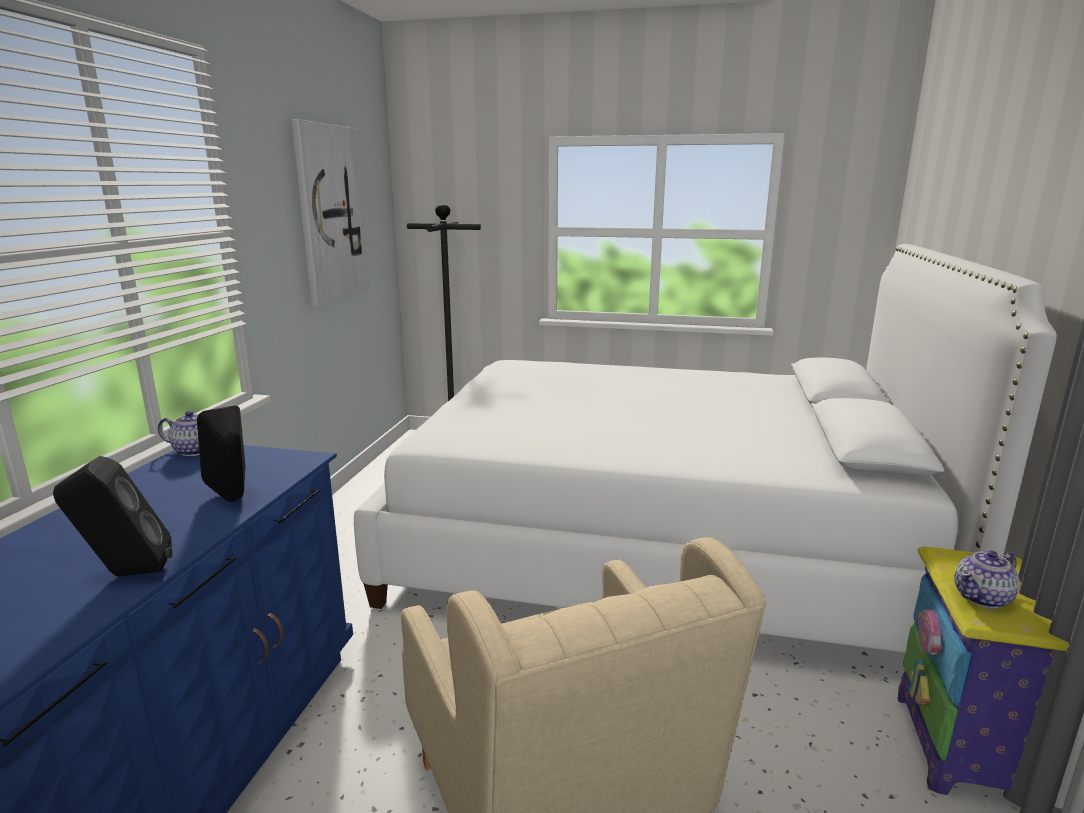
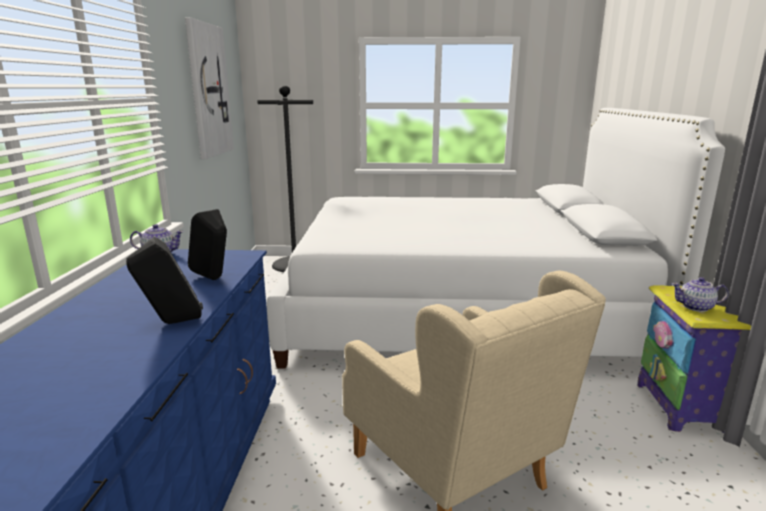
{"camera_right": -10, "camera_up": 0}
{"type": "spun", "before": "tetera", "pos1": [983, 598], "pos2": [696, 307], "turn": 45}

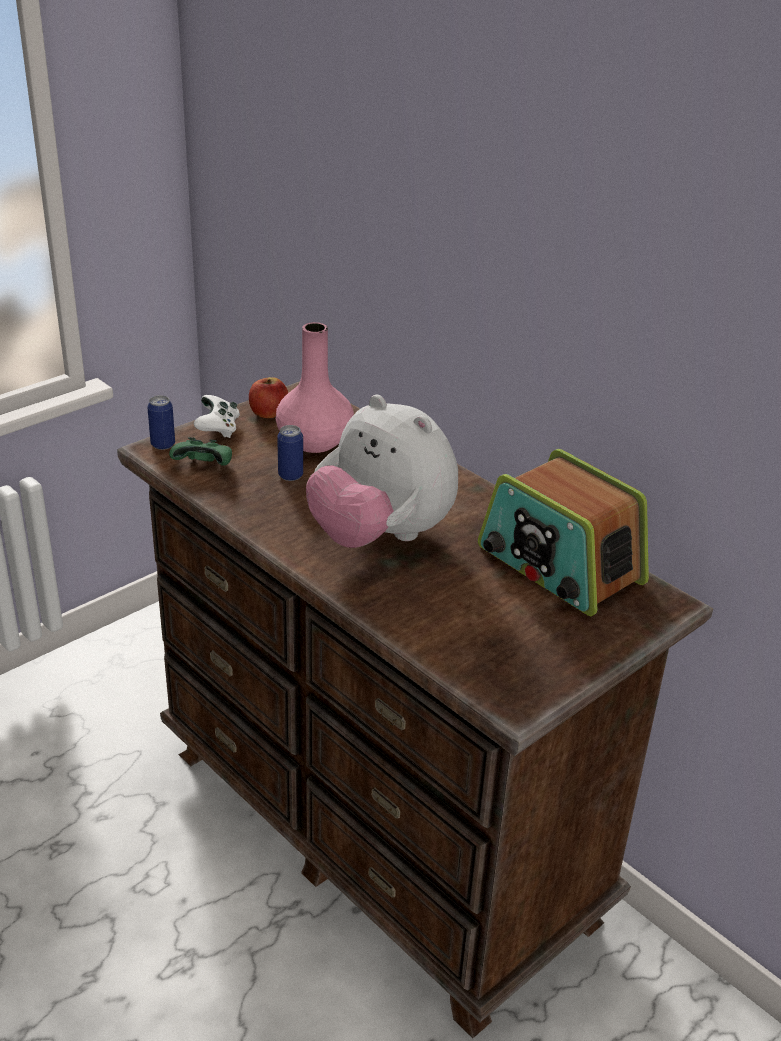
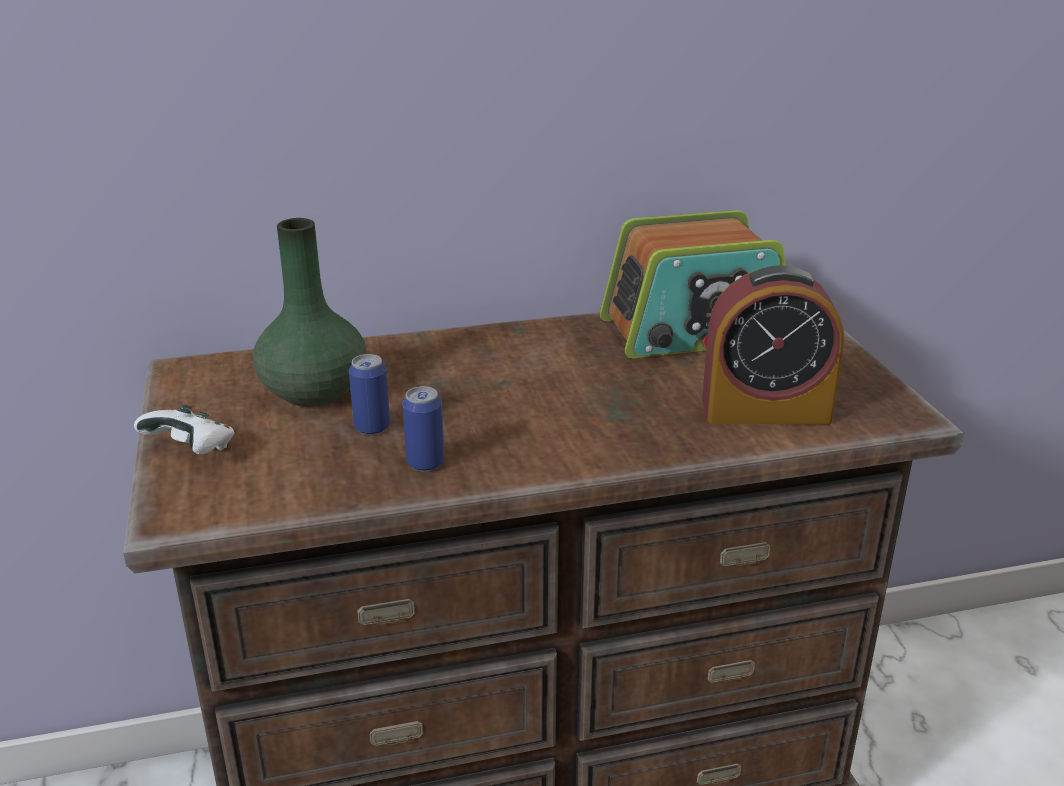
{"camera_right": -60, "camera_up": -5}
{"type": "colour", "before": "florero/rosa", "after": "florero/verde", "pos1": [313, 442], "pos2": [313, 393]}
{"type": "missing", "before": "manzana", "pos1": [268, 413]}
{"type": "relocated", "before": "lata", "pos1": [163, 444], "pos2": [425, 463]}
{"type": "missing", "before": "peluche", "pos1": [380, 537]}
{"type": "missing", "before": "mando de consola/verde", "pos1": [205, 466]}
{"type": "appeared", "after": "despertador", "pos2": [765, 410]}

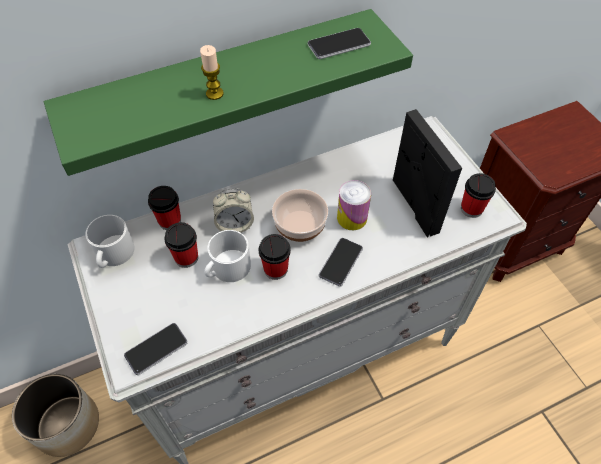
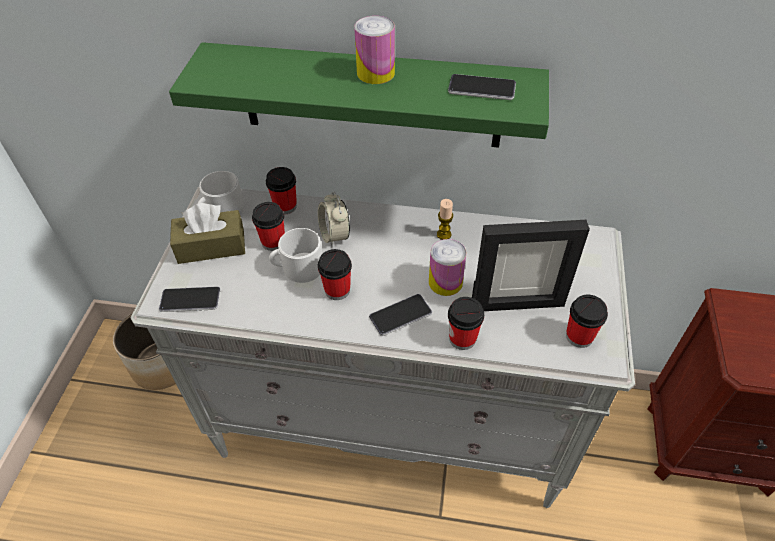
{"camera_right": 35, "camera_up": -5}
{"type": "relocated", "before": "vela", "pos1": [214, 93], "pos2": [444, 234]}
{"type": "spun", "before": "portarretratos", "pos1": [413, 206], "pos2": [517, 302], "turn": 75}
{"type": "spun", "before": "despertador", "pos1": [235, 225], "pos2": [335, 236], "turn": 45}
{"type": "missing", "before": "cuenco", "pos1": [299, 226]}
{"type": "appeared", "after": "lata", "pos2": [375, 73]}
{"type": "appeared", "after": "caja de pañuelos/marrón", "pos2": [211, 246]}
{"type": "appeared", "after": "taza", "pos2": [462, 338]}

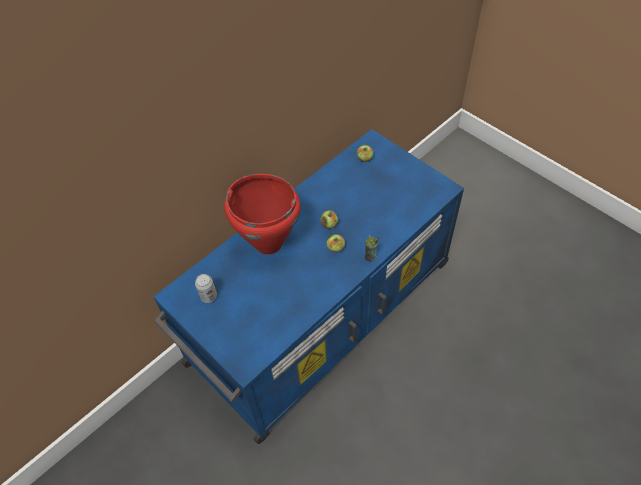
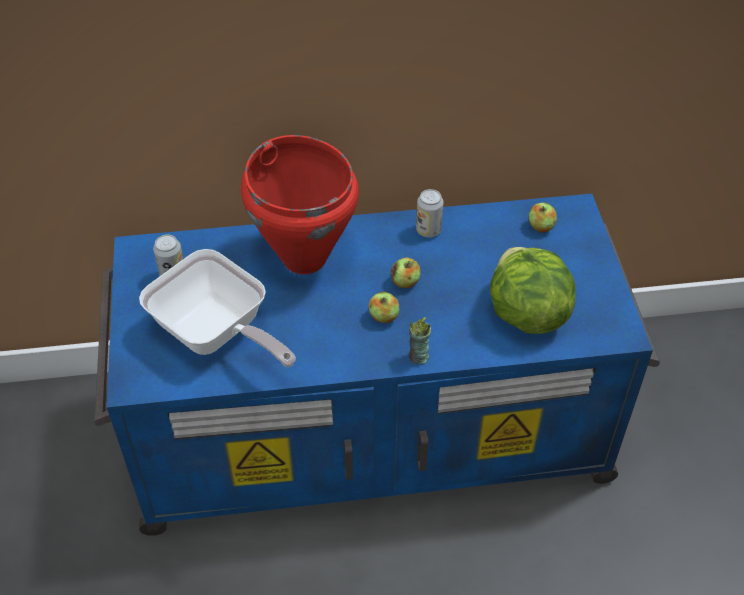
{"camera_right": 35, "camera_up": -5}
{"type": "appeared", "after": "lata", "pos2": [428, 230]}
{"type": "appeared", "after": "lechuga", "pos2": [525, 314]}
{"type": "appeared", "after": "sartén", "pos2": [217, 335]}

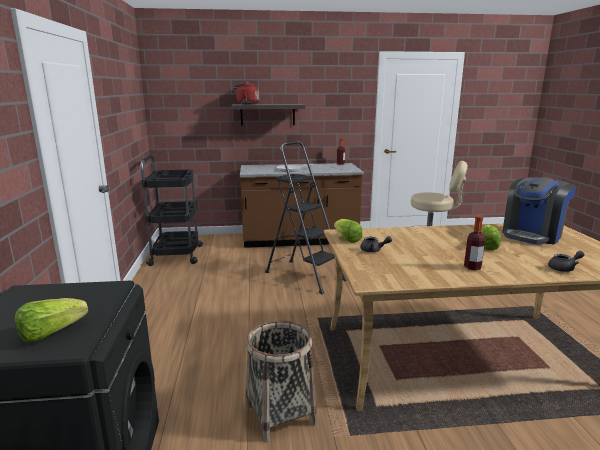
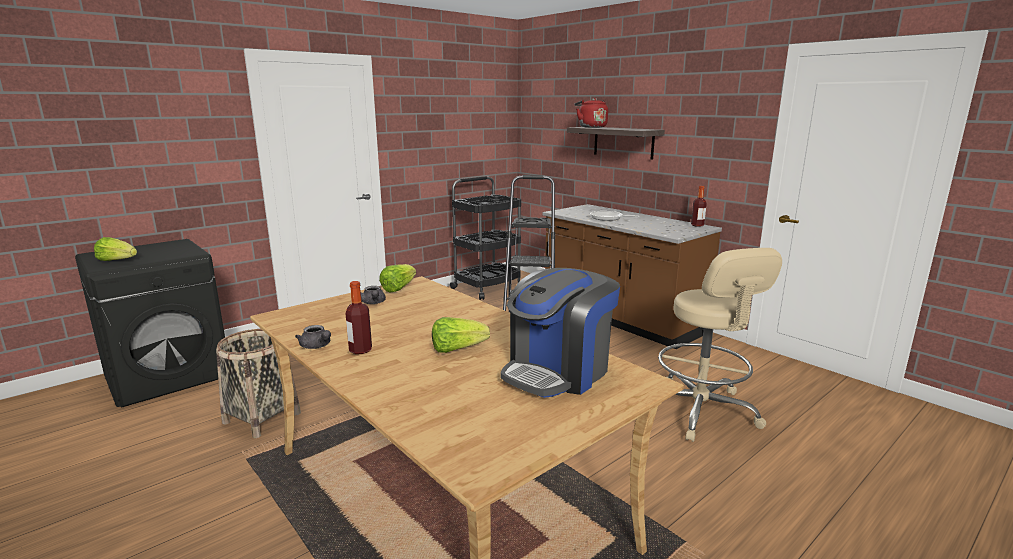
{"camera_right": 55, "camera_up": 0}
{"type": "spun", "before": "cafetera", "pos1": [532, 235], "pos2": [558, 371], "turn": -60}
{"type": "relocated", "before": "tetera/gris", "pos1": [564, 269], "pos2": [317, 346]}

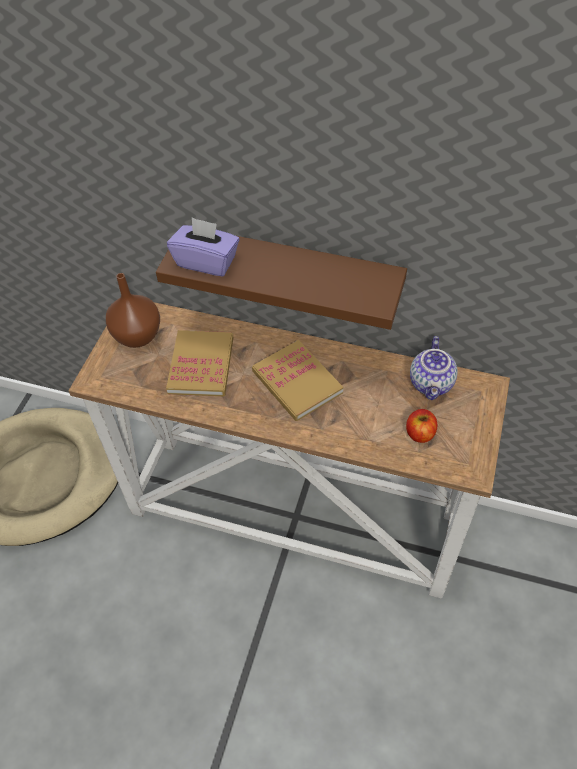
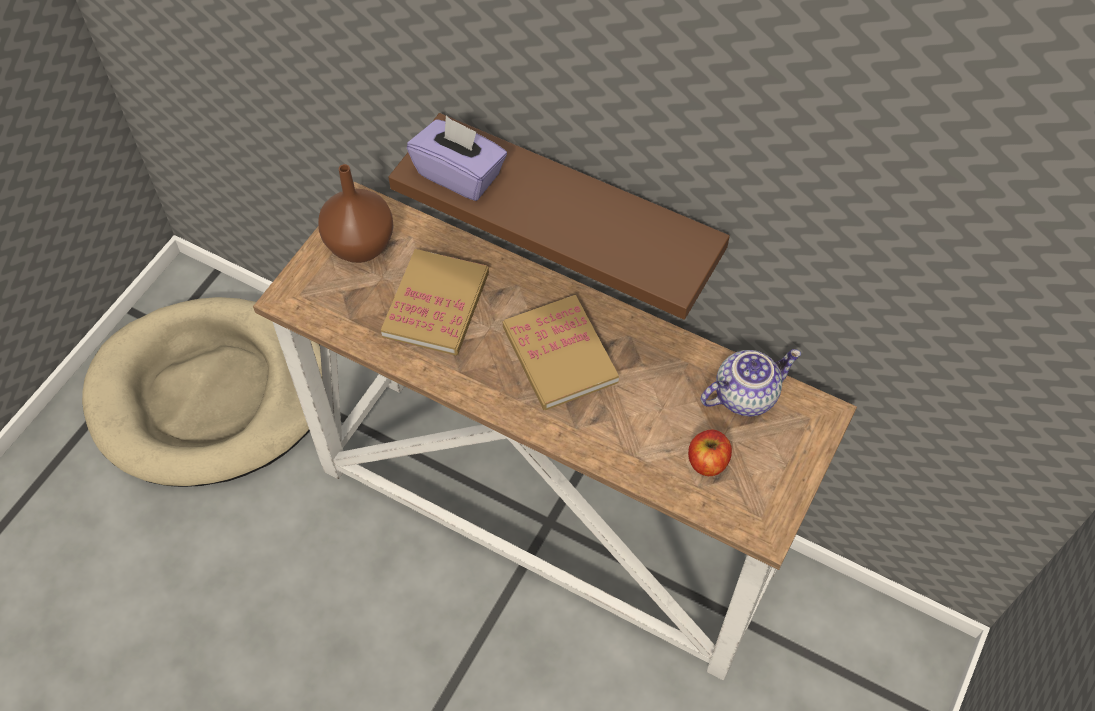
{"camera_right": 10, "camera_up": 5}
{"type": "spun", "before": "tetera", "pos1": [432, 384], "pos2": [745, 394], "turn": -135}

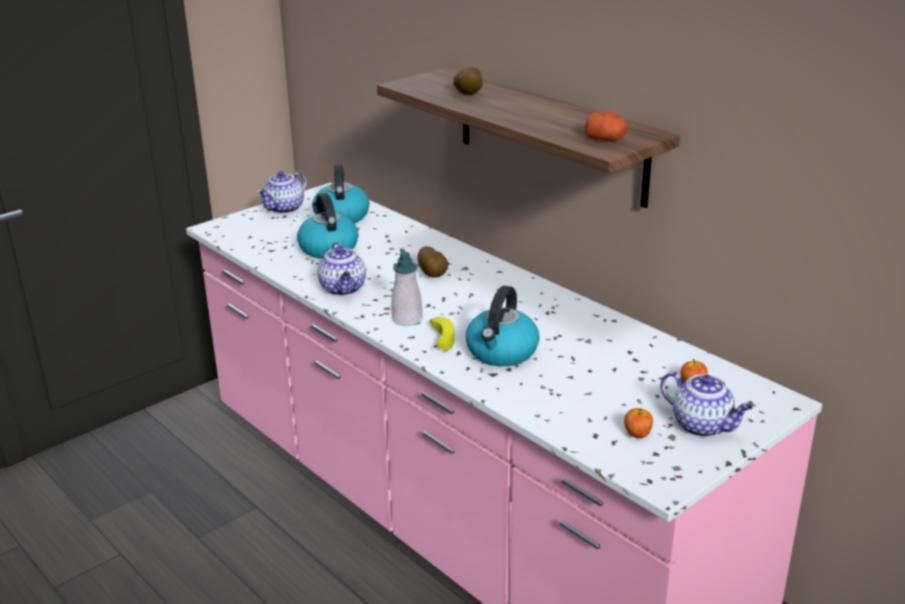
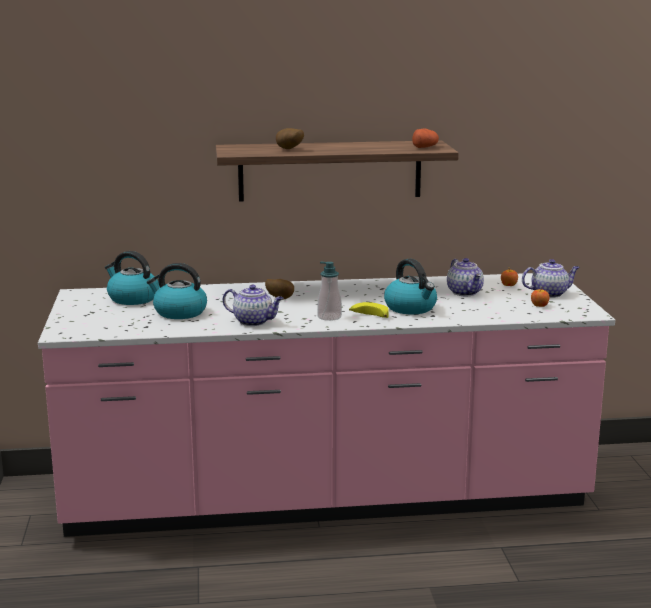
{"camera_right": -55, "camera_up": -10}
{"type": "relocated", "before": "tetera", "pos1": [285, 209], "pos2": [465, 293]}

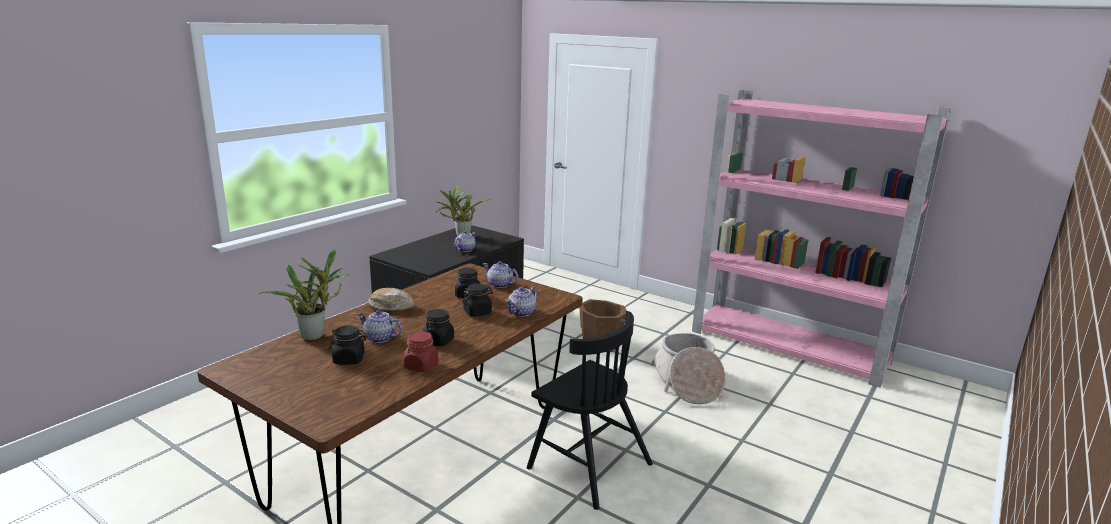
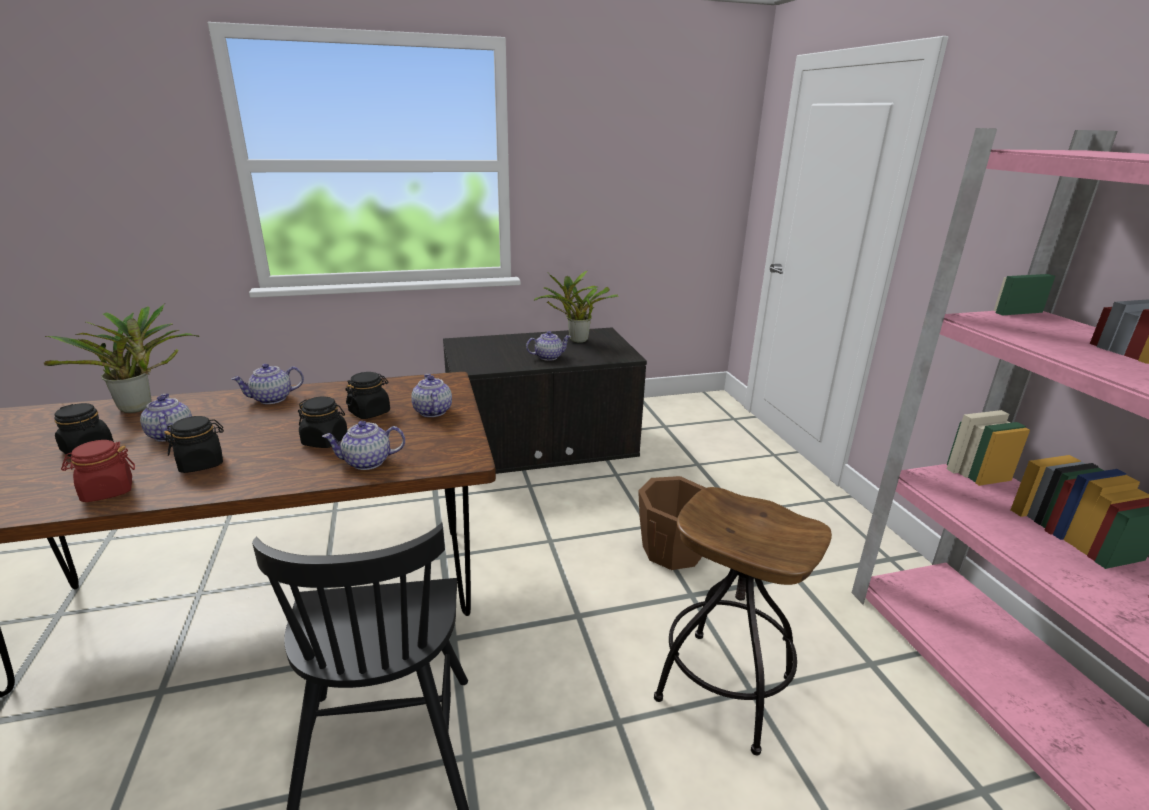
{"camera_right": 40, "camera_up": 5}
{"type": "exchanged", "before": "pan", "after": "tetera", "pos1": [391, 306], "pos2": [272, 399]}
{"type": "exchanged", "before": "cesta", "after": "taburete/marrón", "pos1": [687, 383], "pos2": [723, 687]}

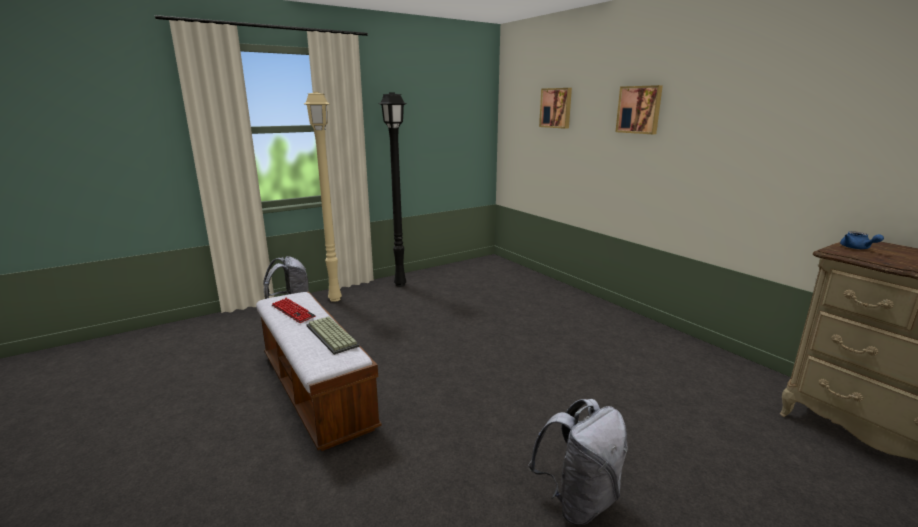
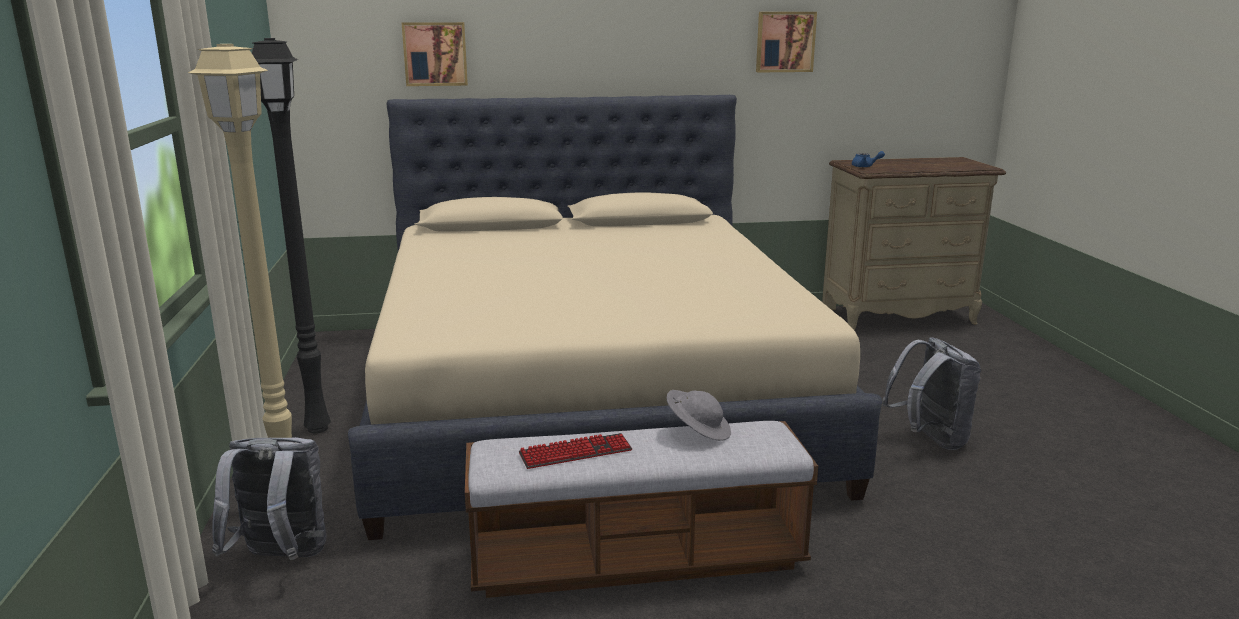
{"camera_right": -65, "camera_up": 0}
{"type": "relocated", "before": "cuadro", "pos1": [639, 109], "pos2": [785, 42]}
{"type": "exchanged", "before": "teclado", "after": "sombrero/gris", "pos1": [333, 335], "pos2": [698, 430]}
{"type": "appeared", "after": "cama/beis", "pos2": [590, 396]}

